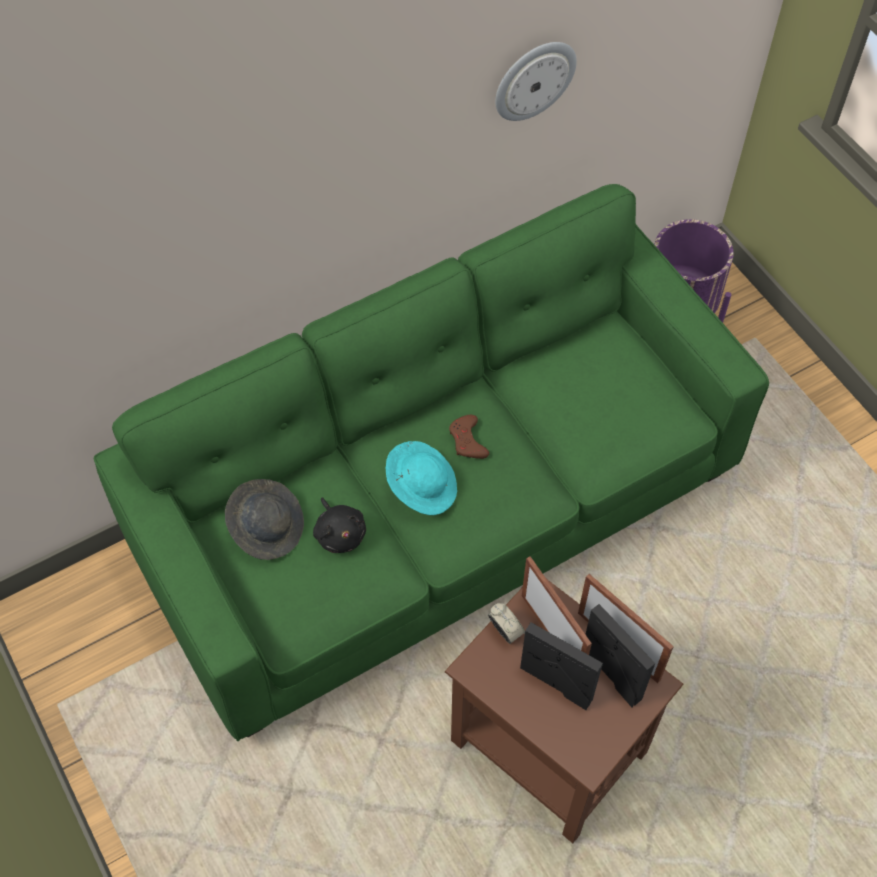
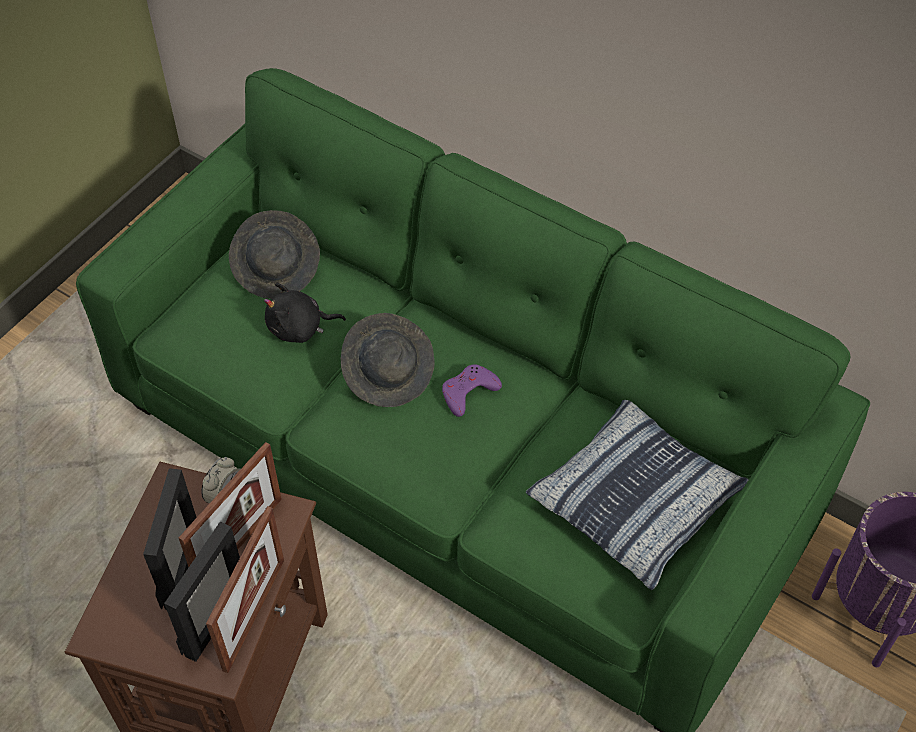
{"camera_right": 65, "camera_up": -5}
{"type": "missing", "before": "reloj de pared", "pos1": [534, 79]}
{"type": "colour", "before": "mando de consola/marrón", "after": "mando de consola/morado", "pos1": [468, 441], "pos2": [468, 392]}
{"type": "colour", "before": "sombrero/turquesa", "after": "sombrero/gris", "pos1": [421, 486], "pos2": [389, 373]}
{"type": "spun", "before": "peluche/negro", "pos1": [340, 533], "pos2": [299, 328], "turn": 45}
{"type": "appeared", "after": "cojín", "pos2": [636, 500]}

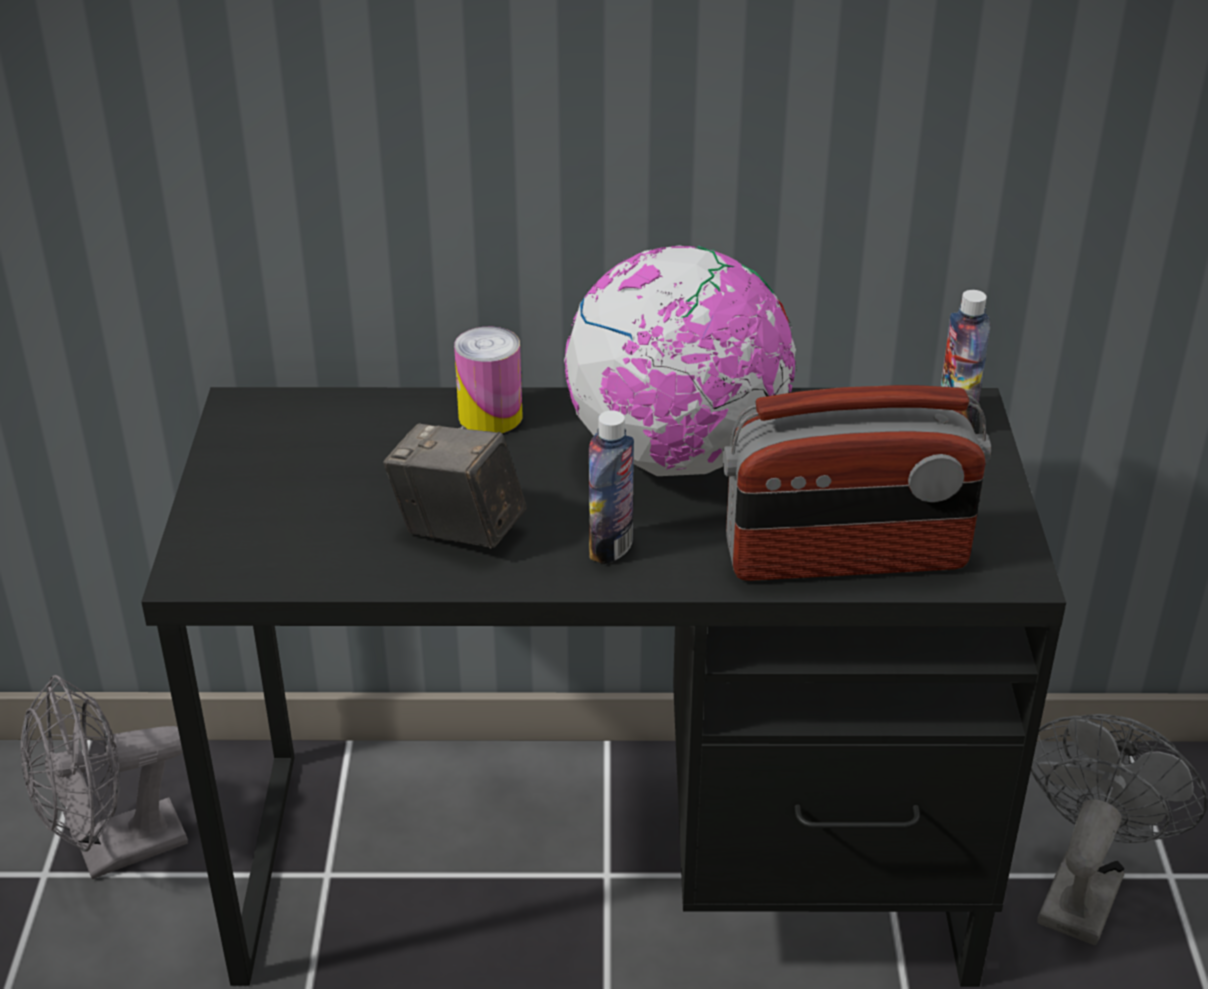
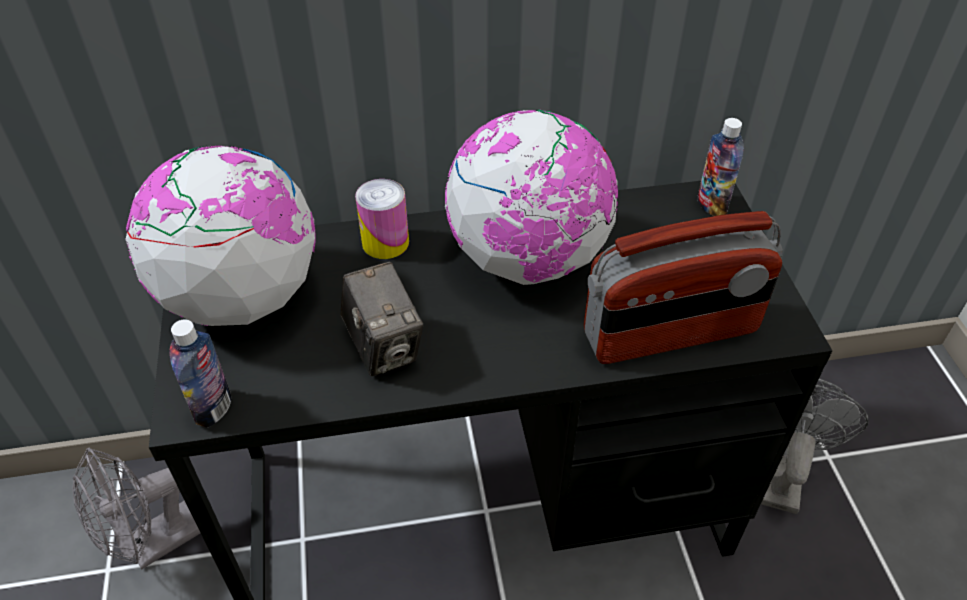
{"camera_right": -10, "camera_up": 10}
{"type": "relocated", "before": "botella", "pos1": [611, 546], "pos2": [213, 408]}
{"type": "spun", "before": "cámara", "pos1": [458, 530], "pos2": [384, 347], "turn": -135}
{"type": "appeared", "after": "globo terráqueo", "pos2": [241, 297]}

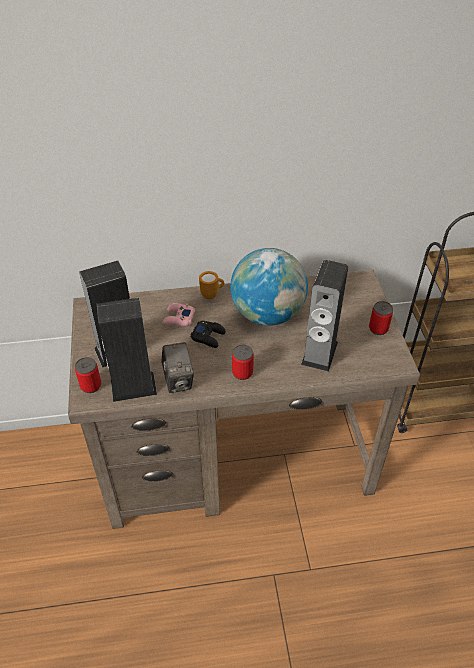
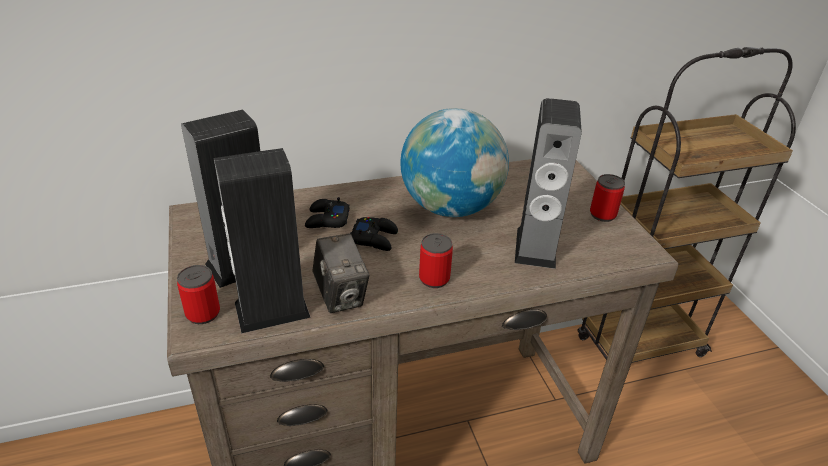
{"camera_right": -10, "camera_up": -10}
{"type": "missing", "before": "taza grande/naranja", "pos1": [212, 295]}
{"type": "colour", "before": "mando de consola/rosa", "after": "mando de consola/negro", "pos1": [178, 318], "pos2": [327, 220]}

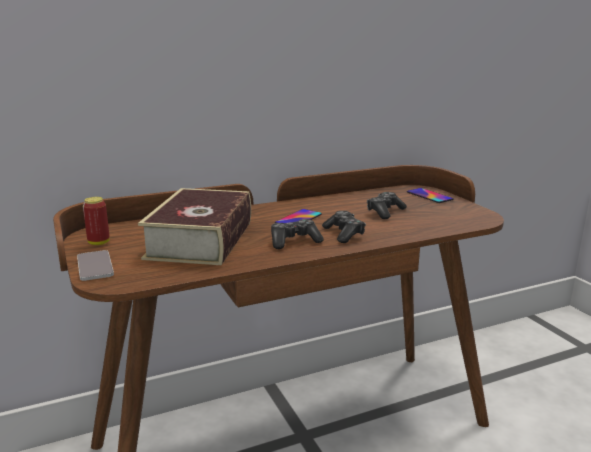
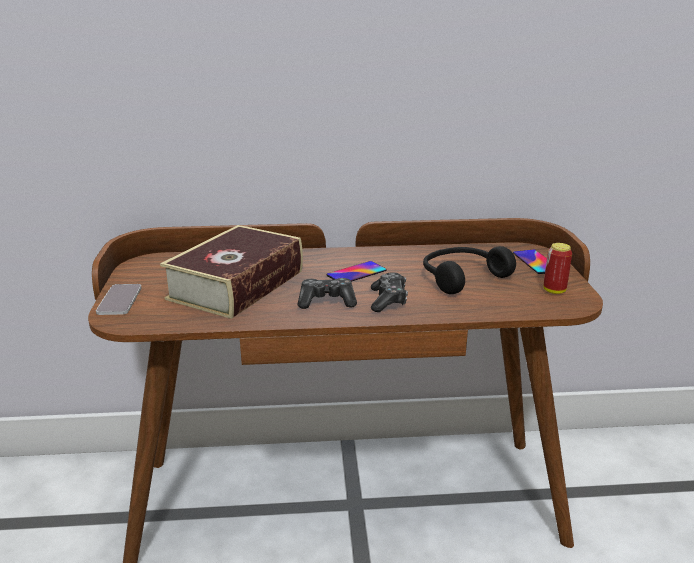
{"camera_right": 20, "camera_up": 5}
{"type": "exchanged", "before": "mando de consola", "after": "auriculares/negro", "pos1": [385, 212], "pos2": [461, 277]}
{"type": "relocated", "before": "lata", "pos1": [99, 243], "pos2": [554, 291]}

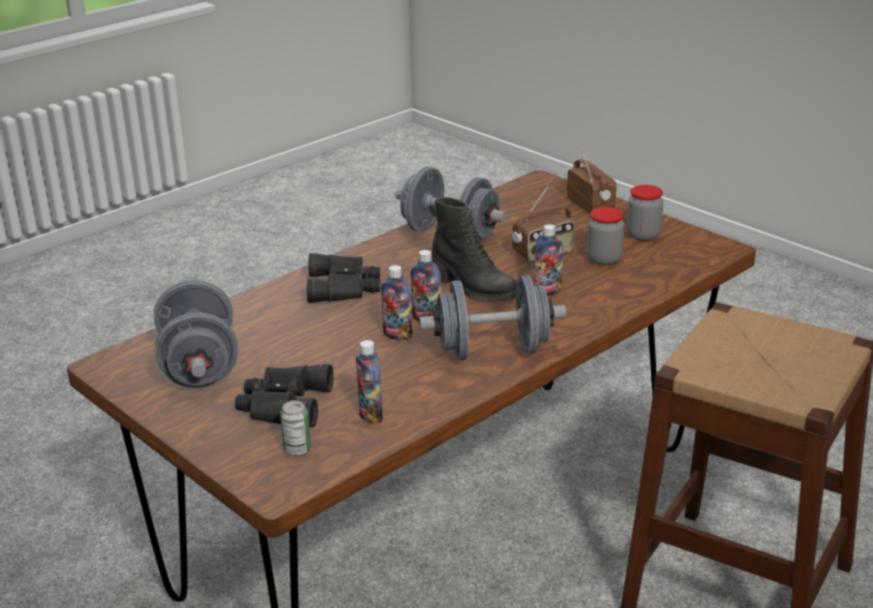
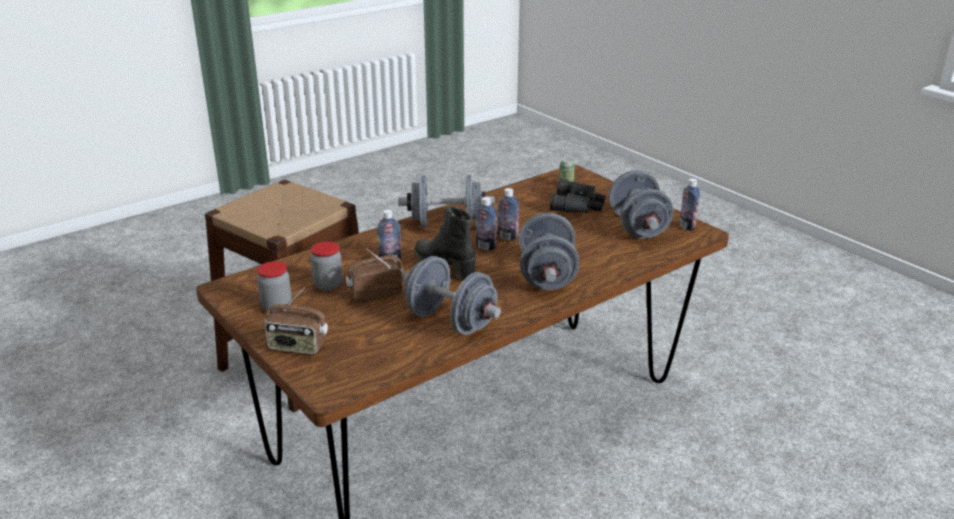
{"camera_right": -175, "camera_up": 0}
{"type": "spun", "before": "radio", "pos1": [591, 205], "pos2": [297, 347], "turn": -60}
{"type": "exchanged", "before": "prismáticos/negro", "after": "mancuerna/gris", "pos1": [345, 287], "pos2": [547, 275]}
{"type": "relocated", "before": "botella", "pos1": [370, 416], "pos2": [687, 227]}

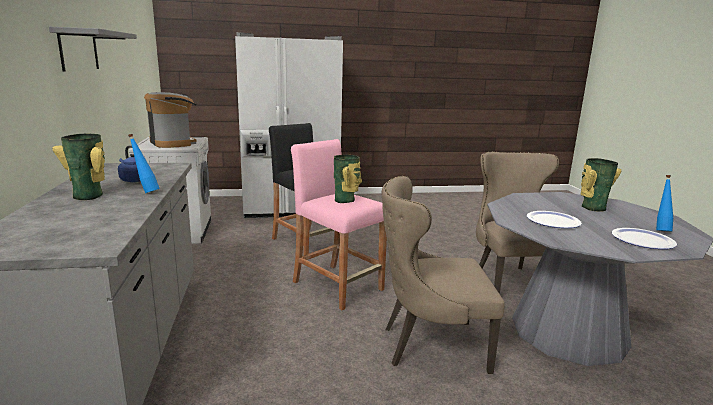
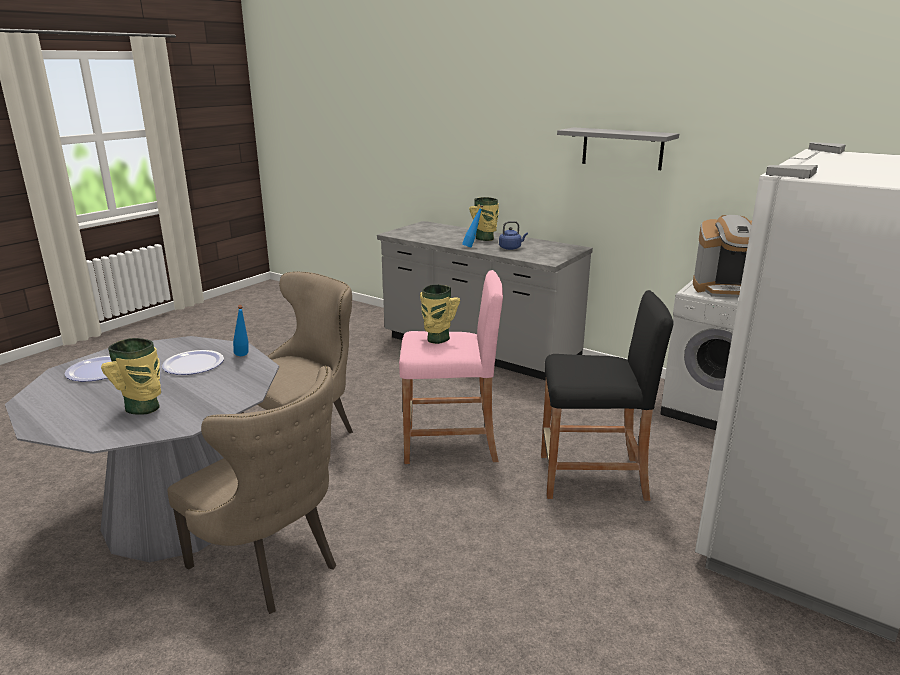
{"camera_right": 135, "camera_up": 5}
{"type": "relocated", "before": "botella/azul", "pos1": [660, 230], "pos2": [243, 356]}

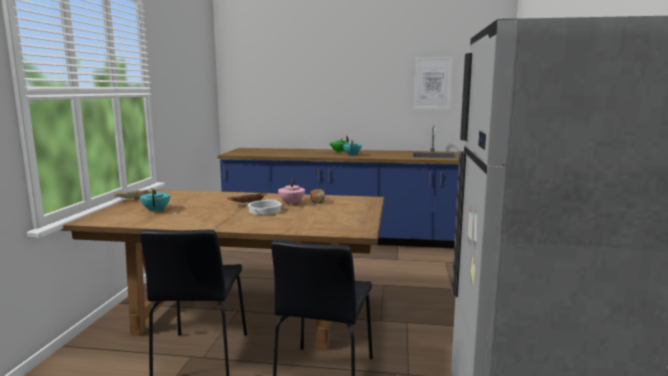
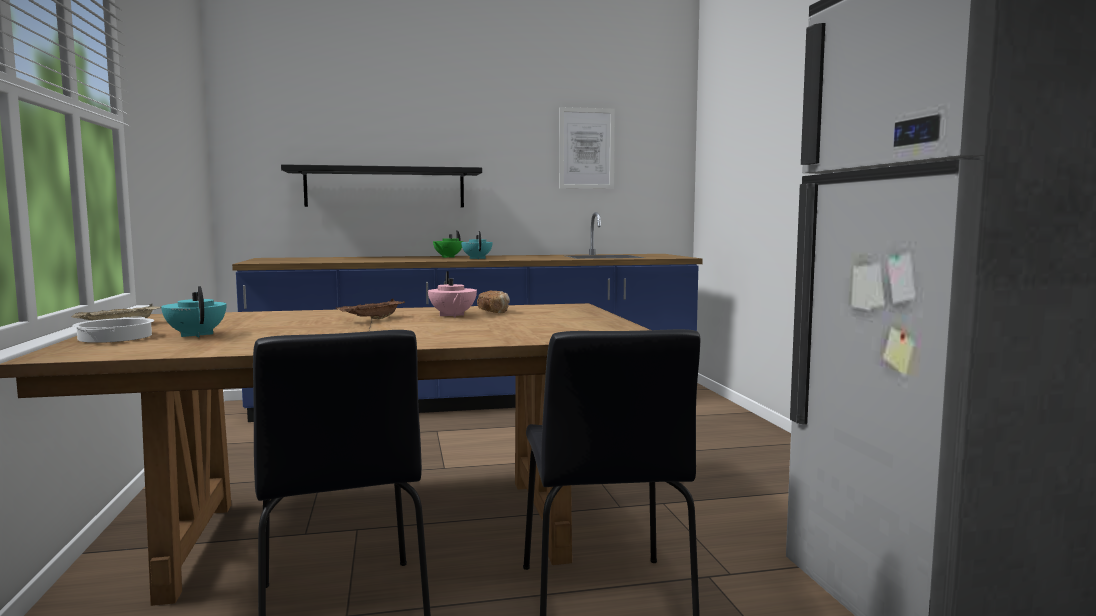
{"camera_right": -20, "camera_up": -5}
{"type": "relocated", "before": "olla", "pos1": [265, 211], "pos2": [116, 337]}
{"type": "appeared", "after": "estante/negro", "pos2": [385, 188]}

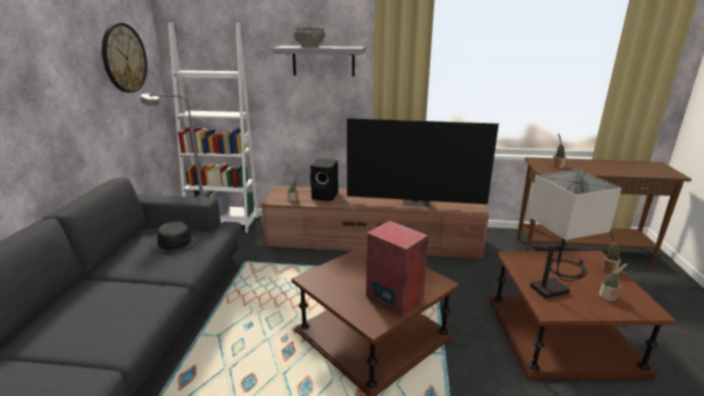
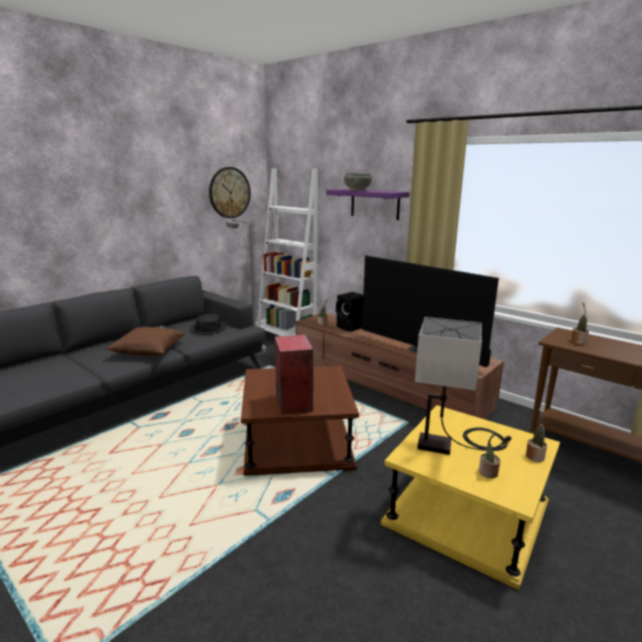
{"camera_right": 35, "camera_up": -5}
{"type": "colour", "before": "estante/gris", "after": "estante/morado", "pos1": [323, 61], "pos2": [375, 204]}
{"type": "colour", "before": "mesa auxiliar/marrón", "after": "mesa auxiliar/amarillo", "pos1": [562, 335], "pos2": [467, 513]}
{"type": "appeared", "after": "cojín/marrón", "pos2": [148, 351]}

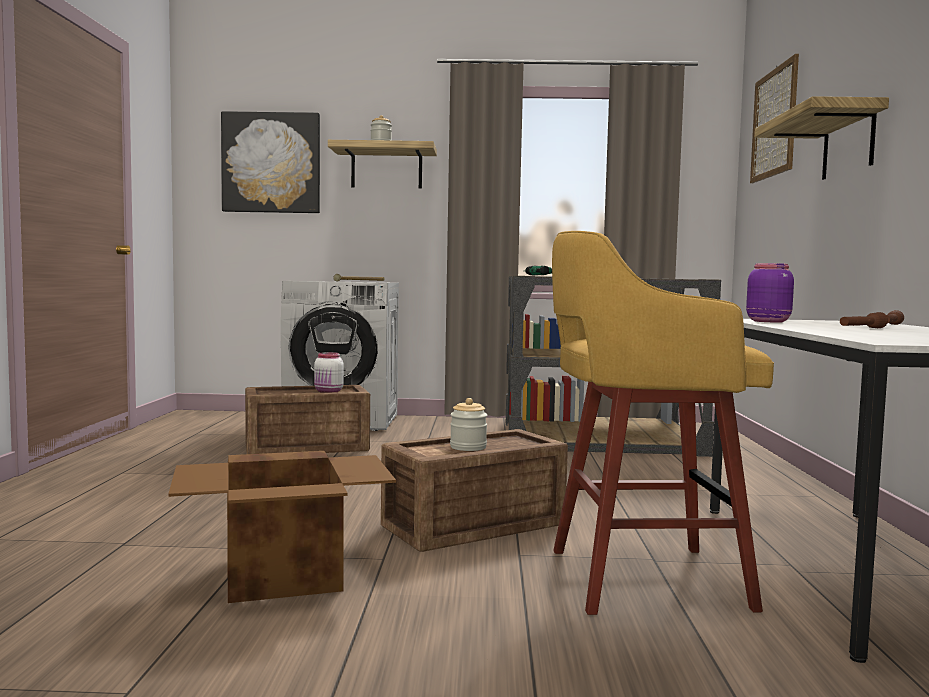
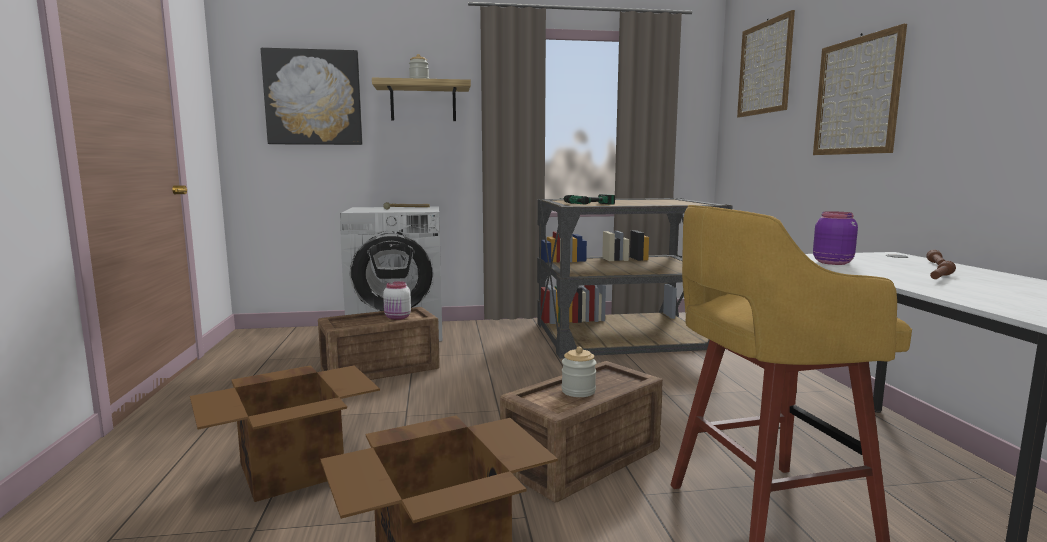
{"camera_right": -10, "camera_up": 5}
{"type": "exchanged", "before": "estante", "after": "cuadro", "pos1": [848, 143], "pos2": [857, 94]}
{"type": "appeared", "after": "caja de cartón", "pos2": [293, 469]}

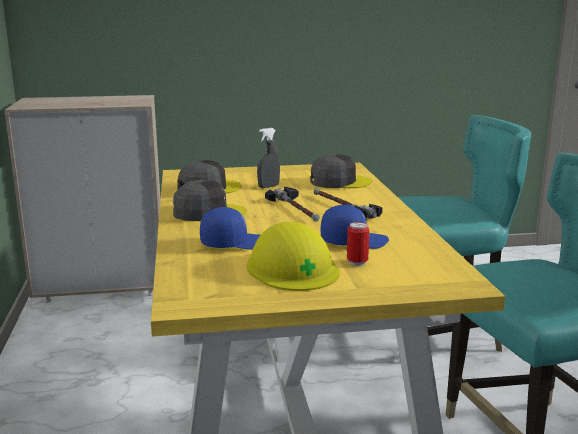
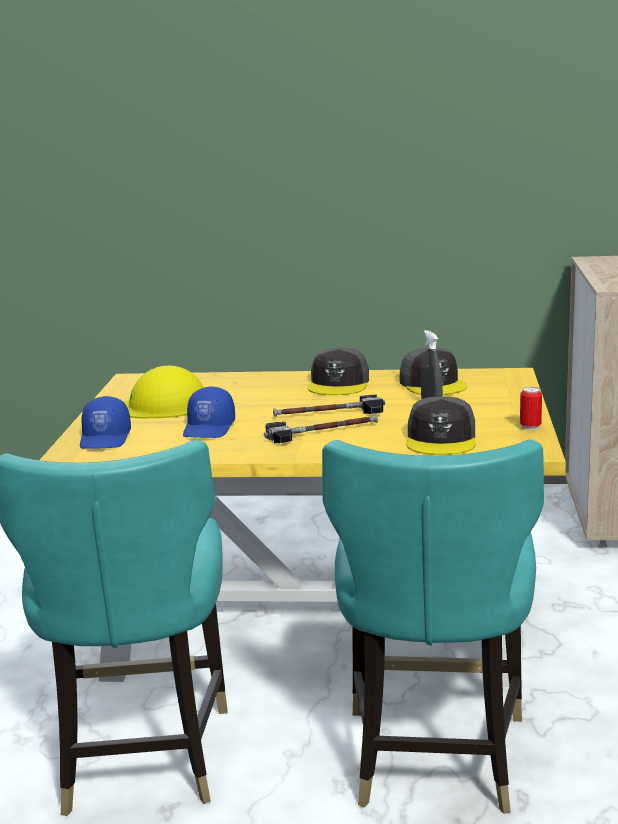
{"camera_right": 105, "camera_up": 0}
{"type": "relocated", "before": "gorra/azul", "pos1": [234, 243], "pos2": [106, 439]}
{"type": "relocated", "before": "lata", "pos1": [357, 263], "pos2": [530, 427]}

